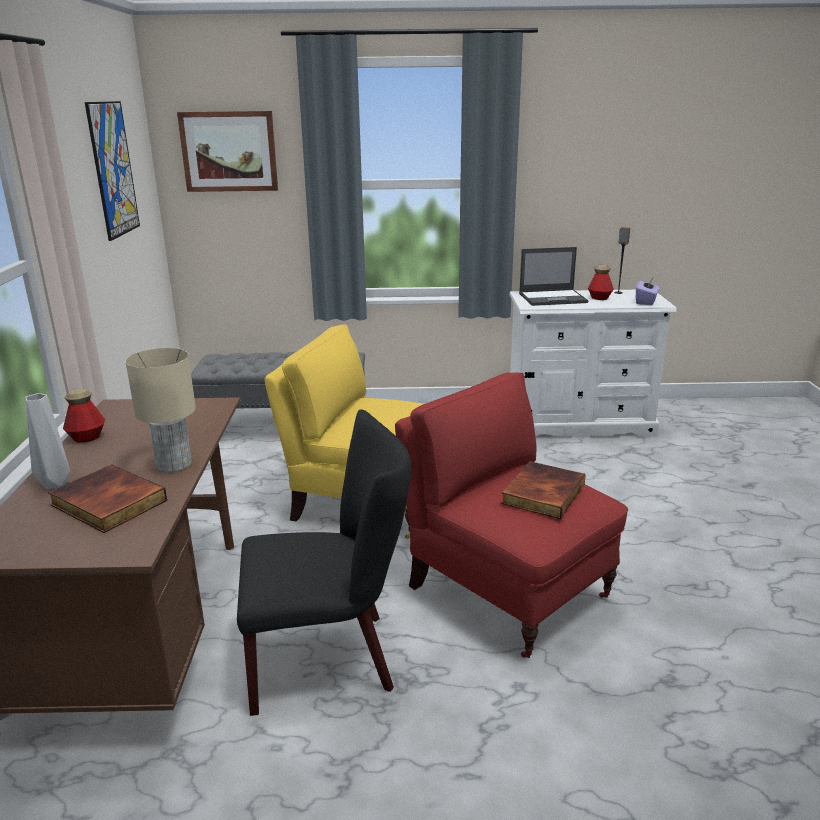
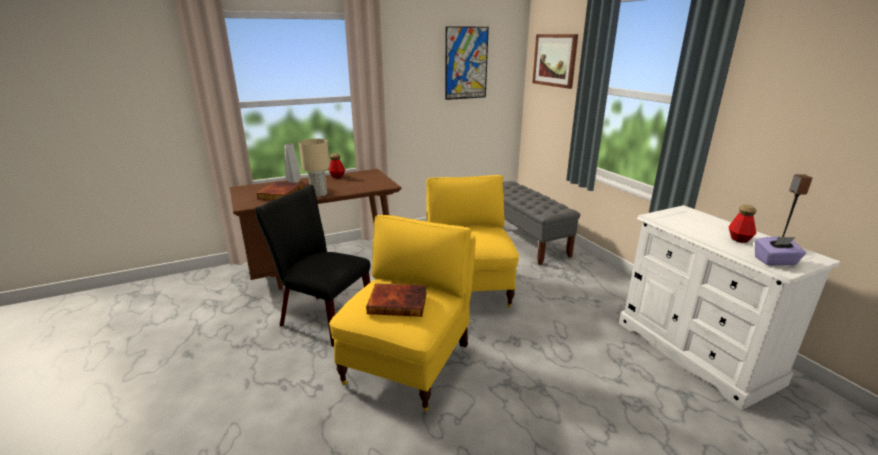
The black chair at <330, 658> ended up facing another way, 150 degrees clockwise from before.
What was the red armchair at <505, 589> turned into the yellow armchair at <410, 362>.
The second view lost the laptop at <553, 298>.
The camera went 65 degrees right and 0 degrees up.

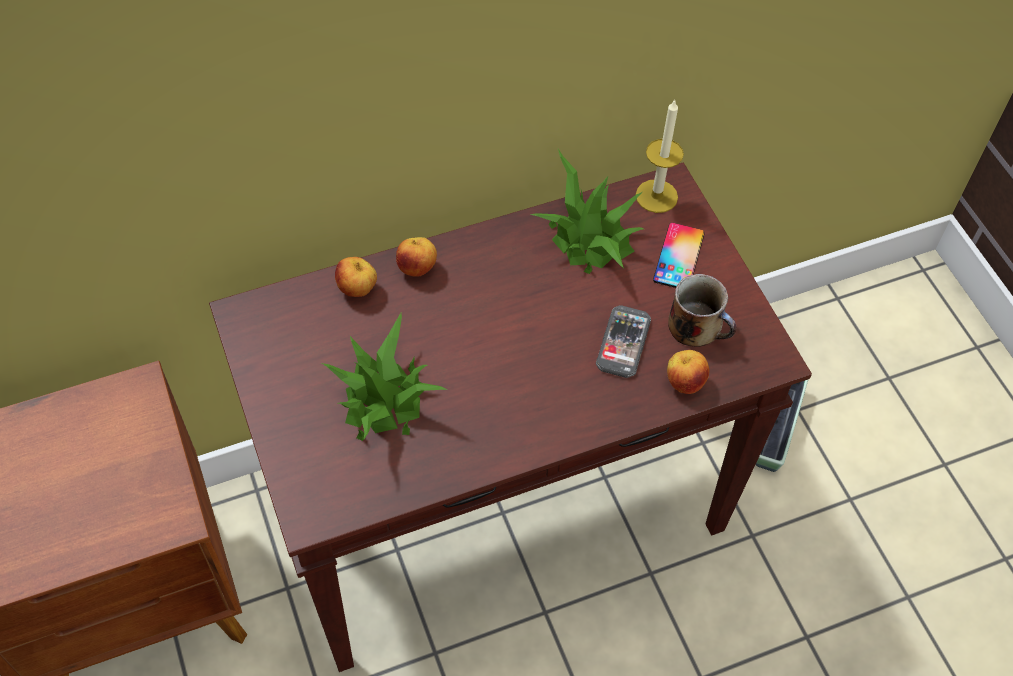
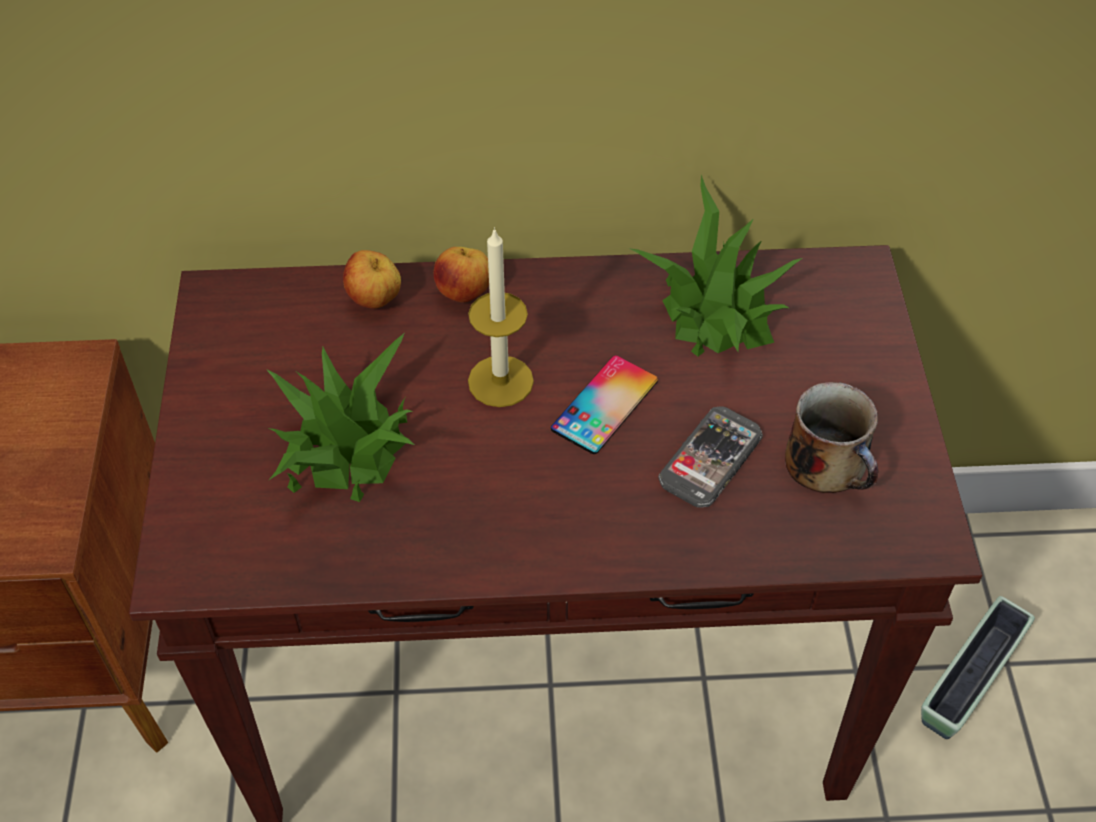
The candle ended up elsewhere, having gone from <656, 196> to <500, 381>.
The phone ended up elsewhere, having gone from <678, 256> to <605, 405>.
The second view lost the apple at <684, 382>.
The camera went 20 degrees right and 5 degrees down.

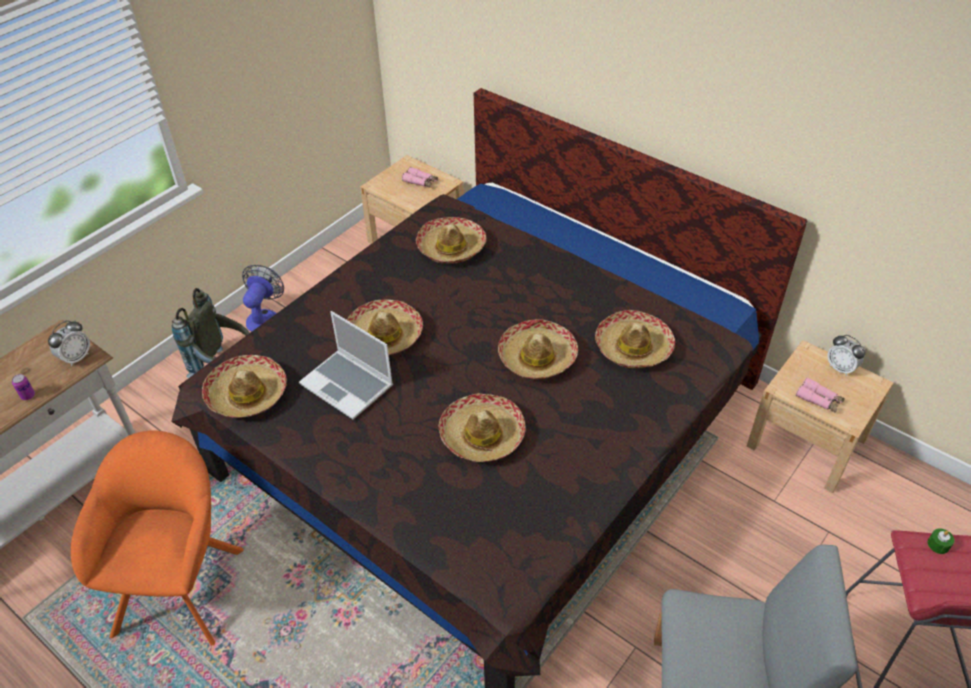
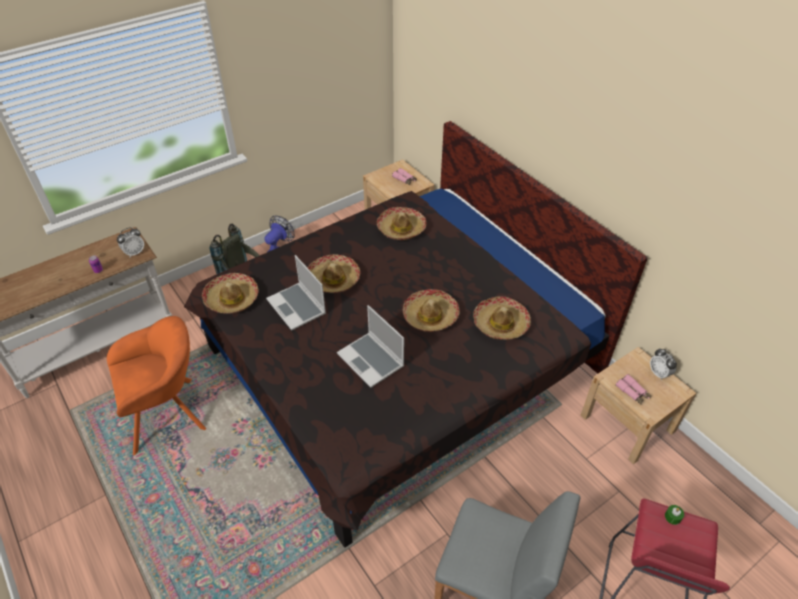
The orange armchair at <182, 584> ended up facing another way, 45 degrees clockwise from before.
Where the hat stood at <482, 435>, the laptop came to stand at <372, 360>.
The camera went 15 degrees right and 0 degrees up.

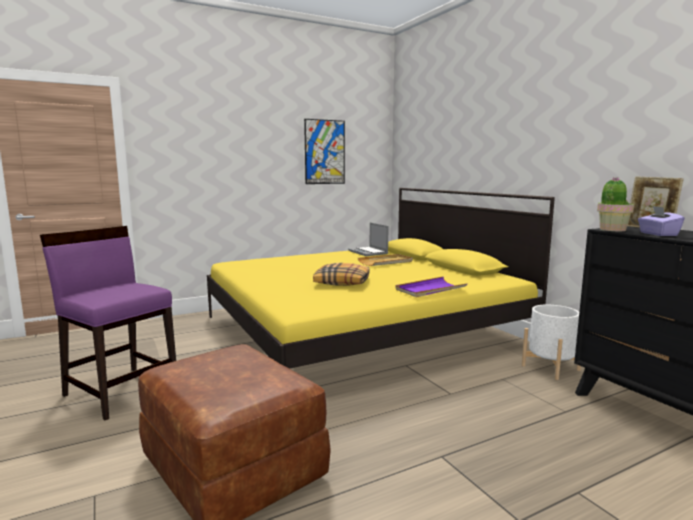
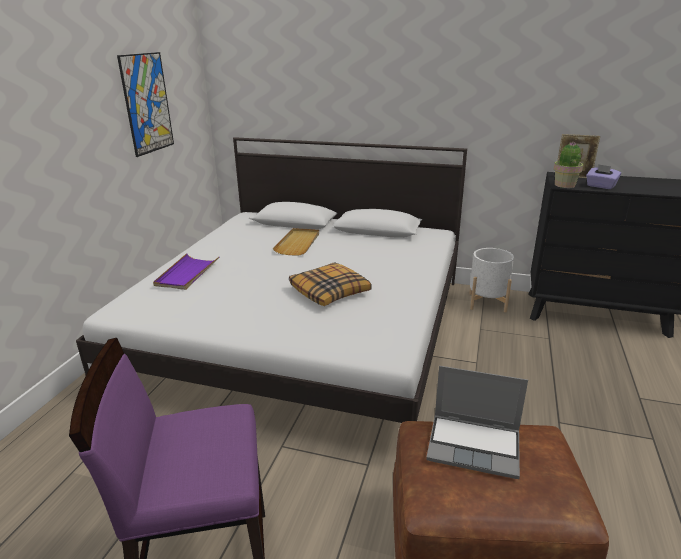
What was the yellow bed at <361, 331> turned into the white bed at <304, 330>.
The laptop ended up elsewhere, having gone from <368, 252> to <475, 446>.
The purple tray ended up elsewhere, having gone from <430, 289> to <187, 274>.
The camera went 45 degrees left and 15 degrees up.

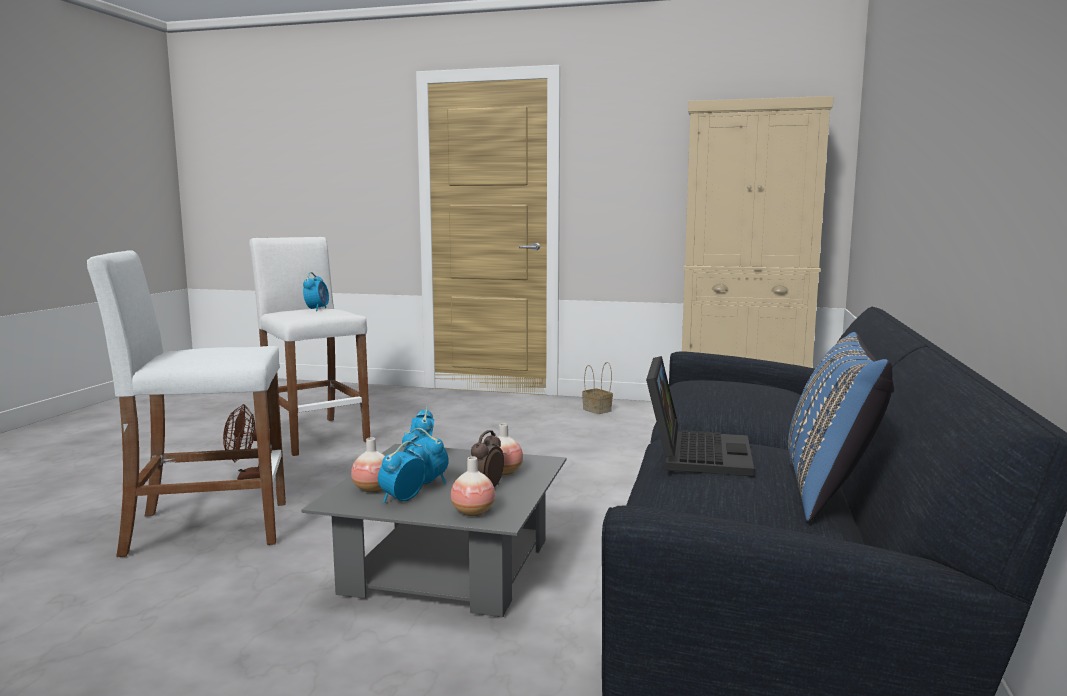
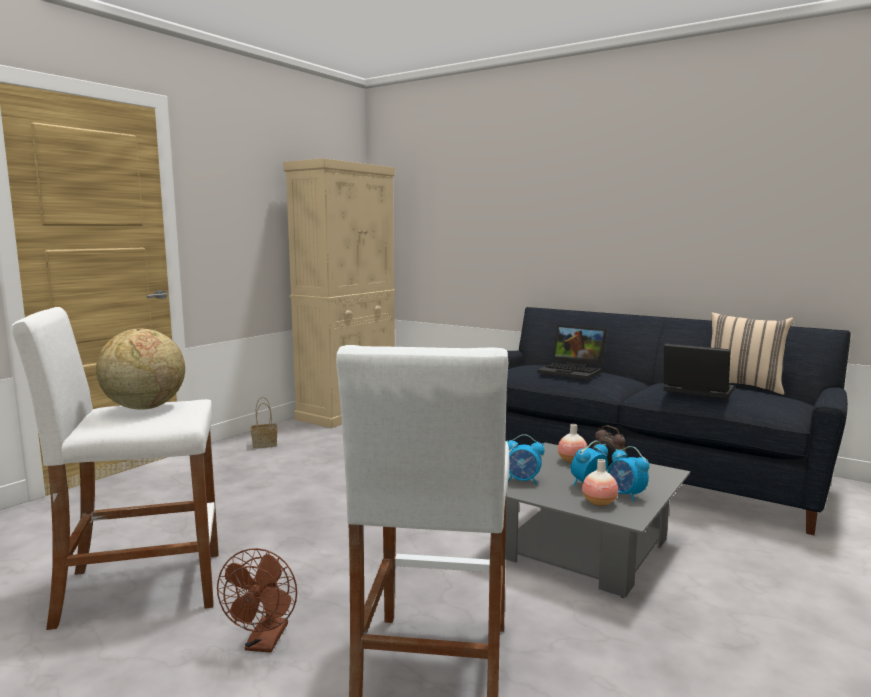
Where the alarm clock stood at <317, 309>, the globe came to stand at <144, 408>.
The second view lost the vase at <473, 512>.
What was the blue pillow at <831, 493> turned into the beige pillow at <743, 386>.
The second view gained the laptop at <573, 371>.
The camera went 70 degrees left and 0 degrees up.

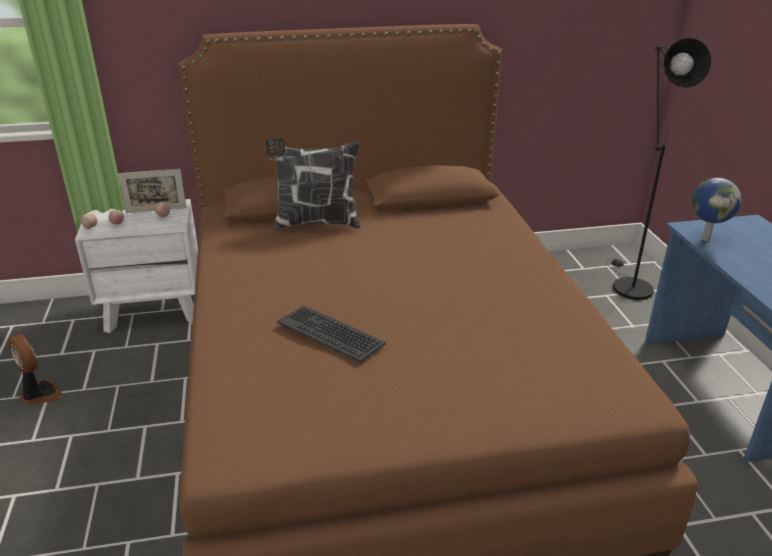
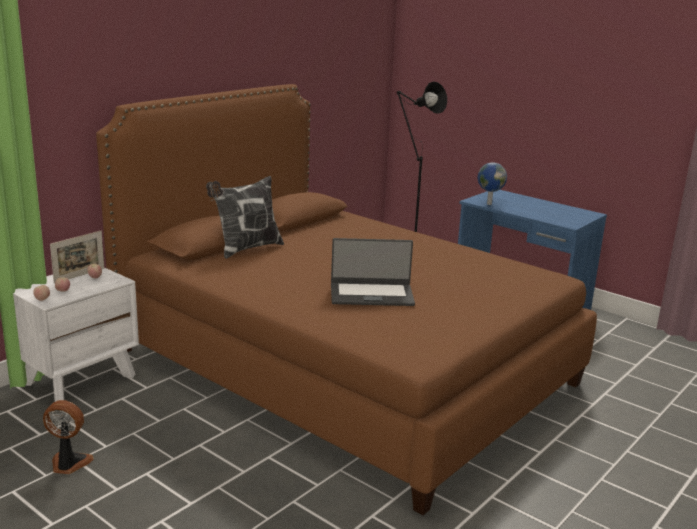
Where the keyboard stood at <331, 333>, the laptop came to stand at <371, 294>.
The camera went 40 degrees left and 10 degrees down.

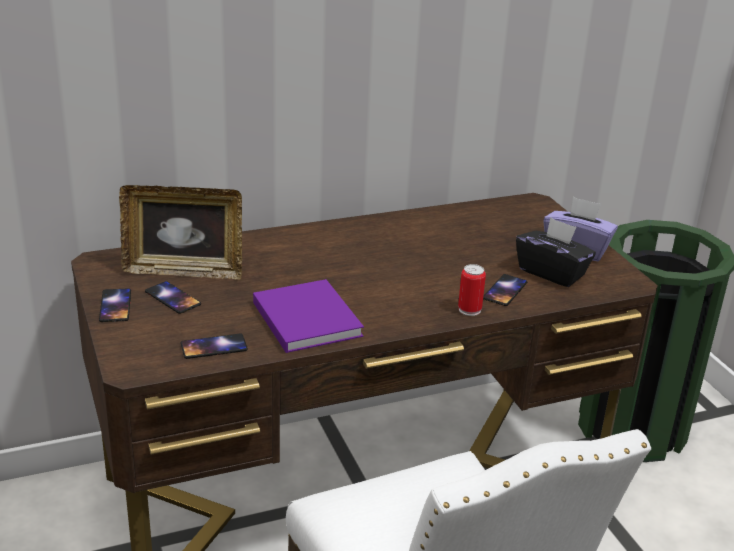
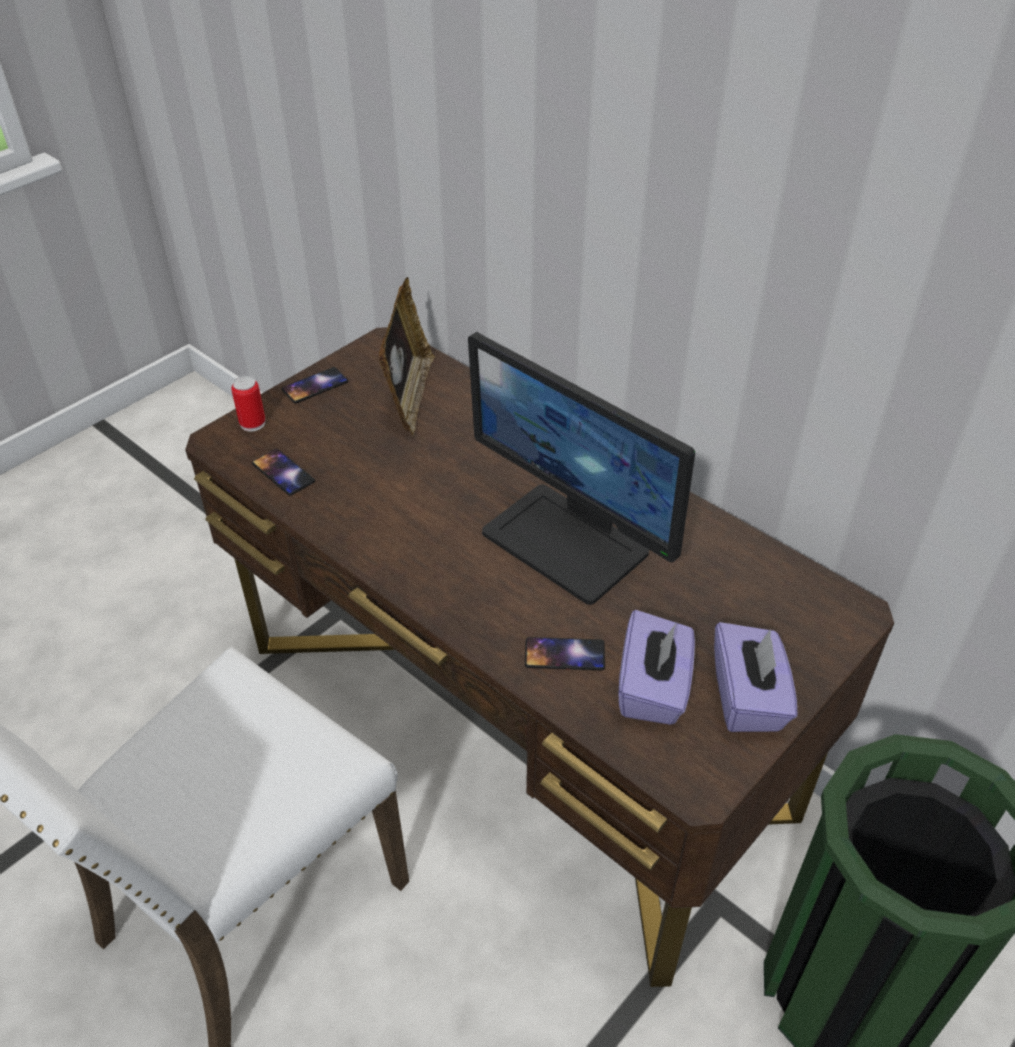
The picture frame at <184, 271> ended up facing another way, 150 degrees counterclockwise from before.
The second view lost the phone at <173, 298>.
The second view lost the purple book at <305, 317>.
The can ended up elsewhere, having gone from <469, 309> to <252, 423>.
What was the black tissue box at <552, 272> turned into the purple tissue box at <653, 689>.
The second view gained the monitor at <568, 542>.
The camera went 65 degrees right and 15 degrees up.

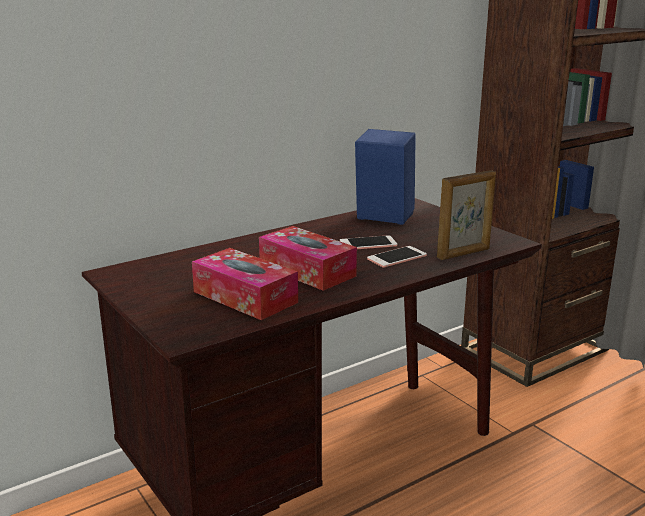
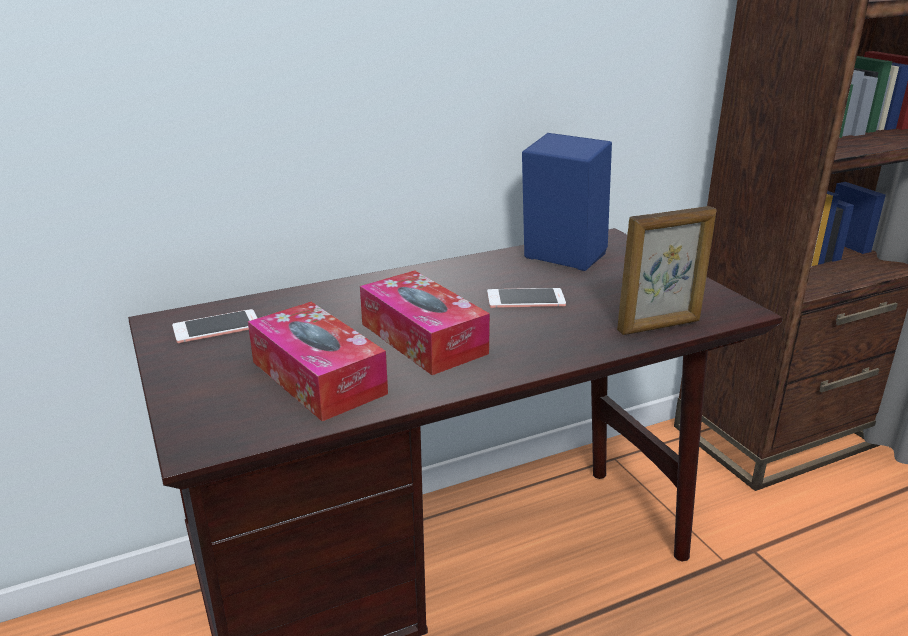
The phone ended up elsewhere, having gone from <397, 257> to <216, 327>.
The camera went 10 degrees right and 5 degrees up.

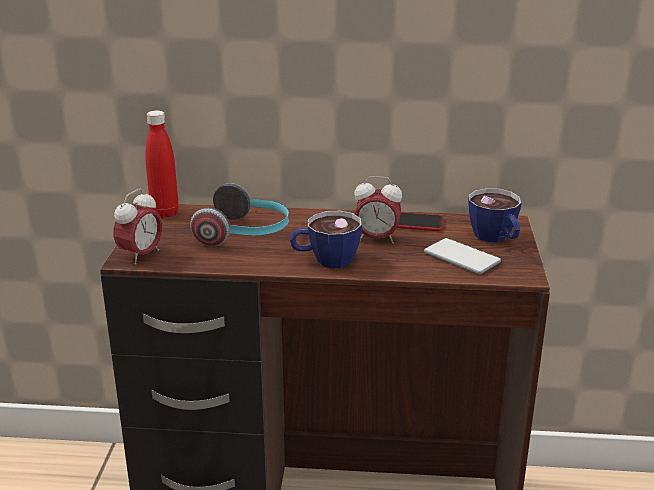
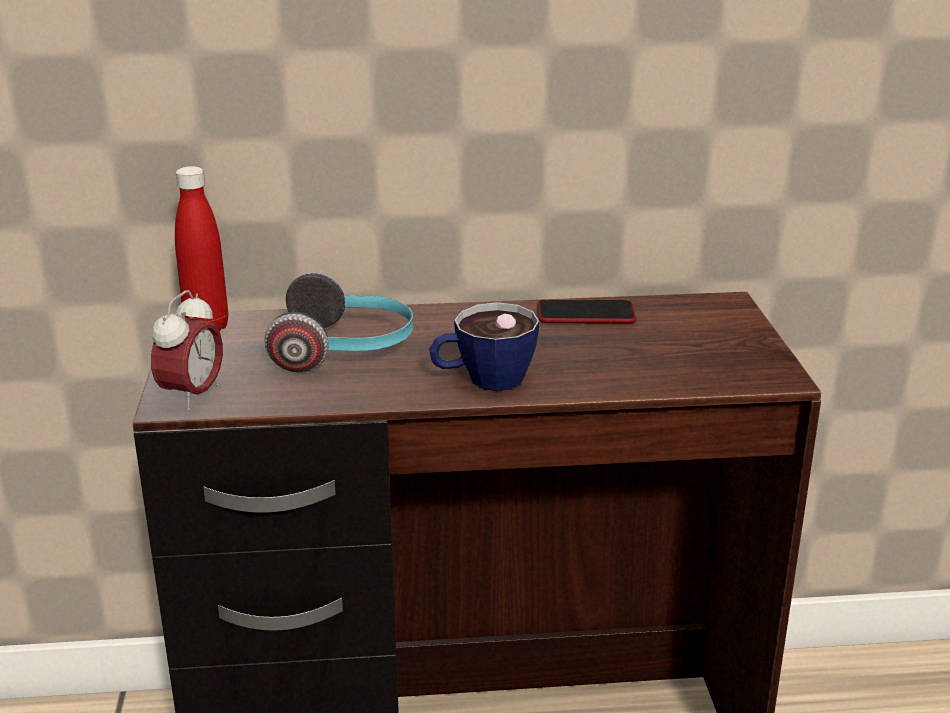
The second view lost the alarm clock at <376, 239>.
The second view lost the phone at <461, 257>.
The second view lost the cup at <496, 238>.
The camera went 10 degrees left and 0 degrees up.

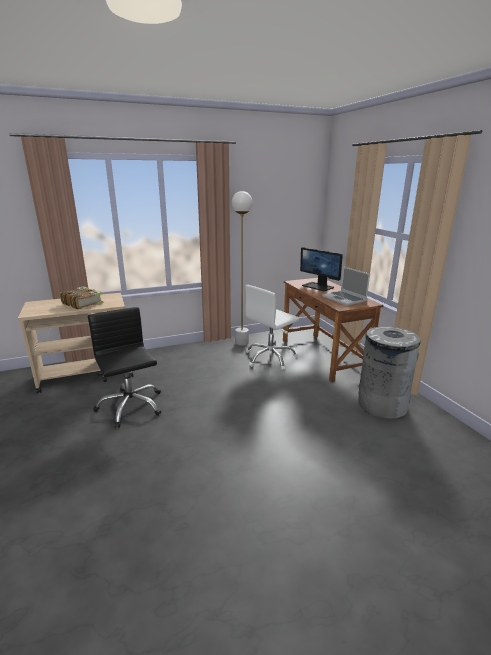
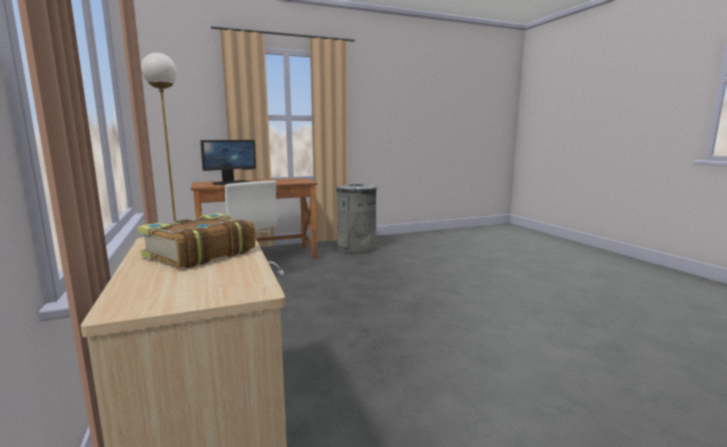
The second view lost the black office chair at <130, 406>.
The second view lost the laptop at <345, 299>.
The camera went 90 degrees left and 10 degrees down.

